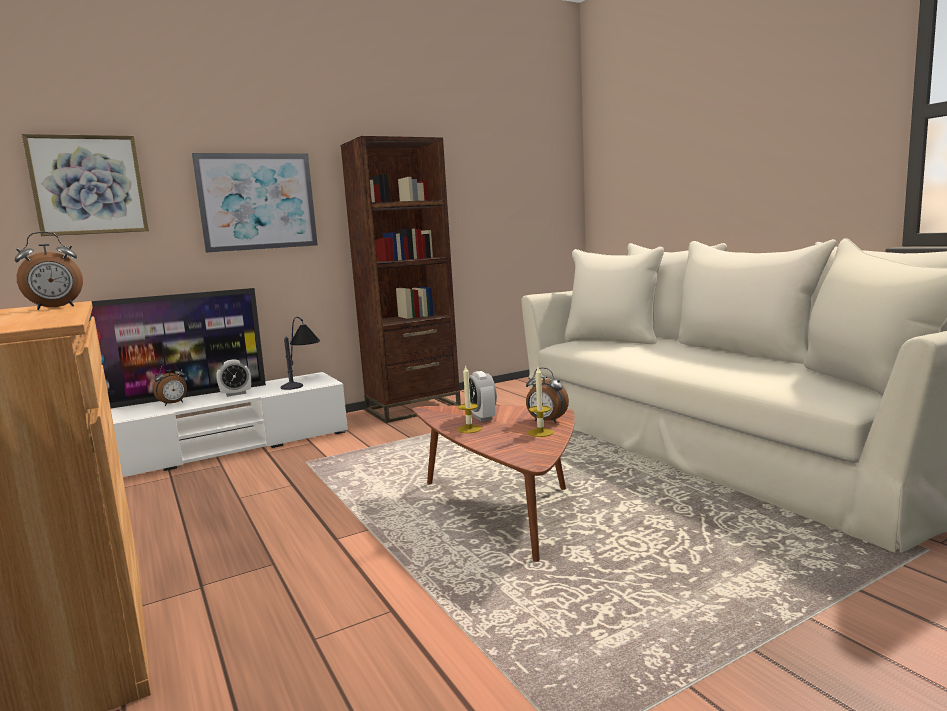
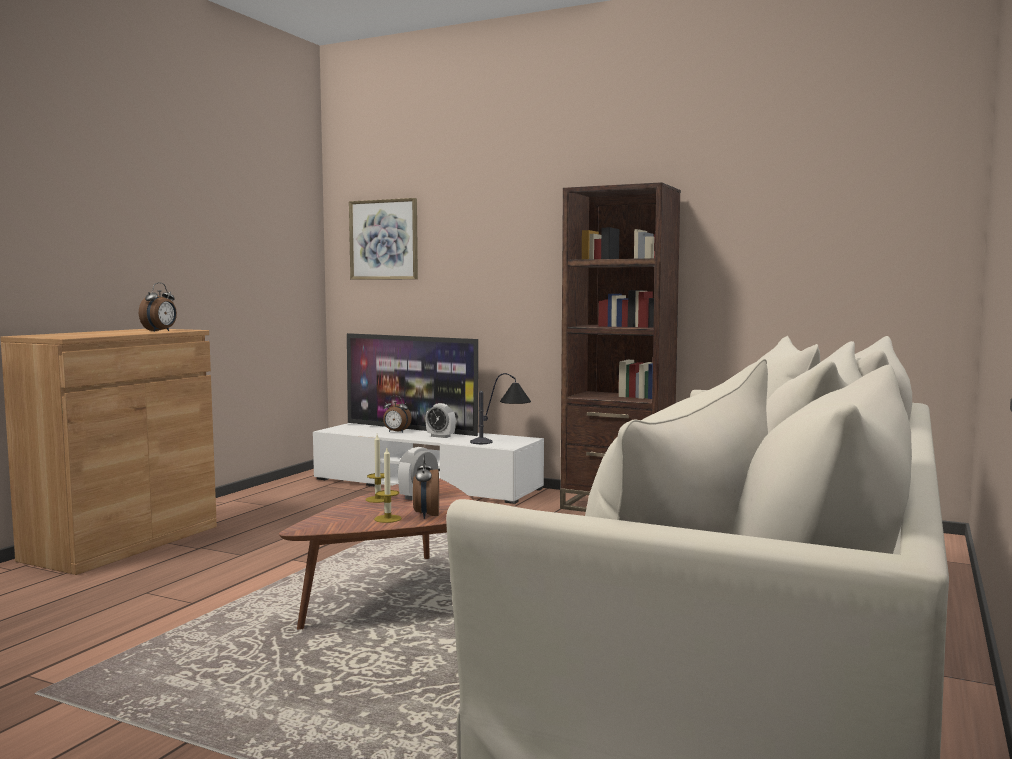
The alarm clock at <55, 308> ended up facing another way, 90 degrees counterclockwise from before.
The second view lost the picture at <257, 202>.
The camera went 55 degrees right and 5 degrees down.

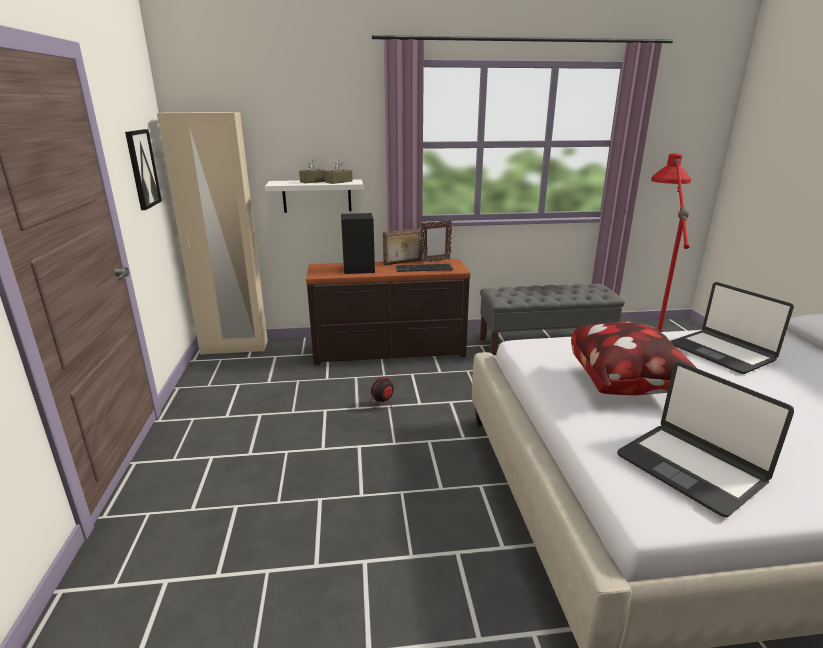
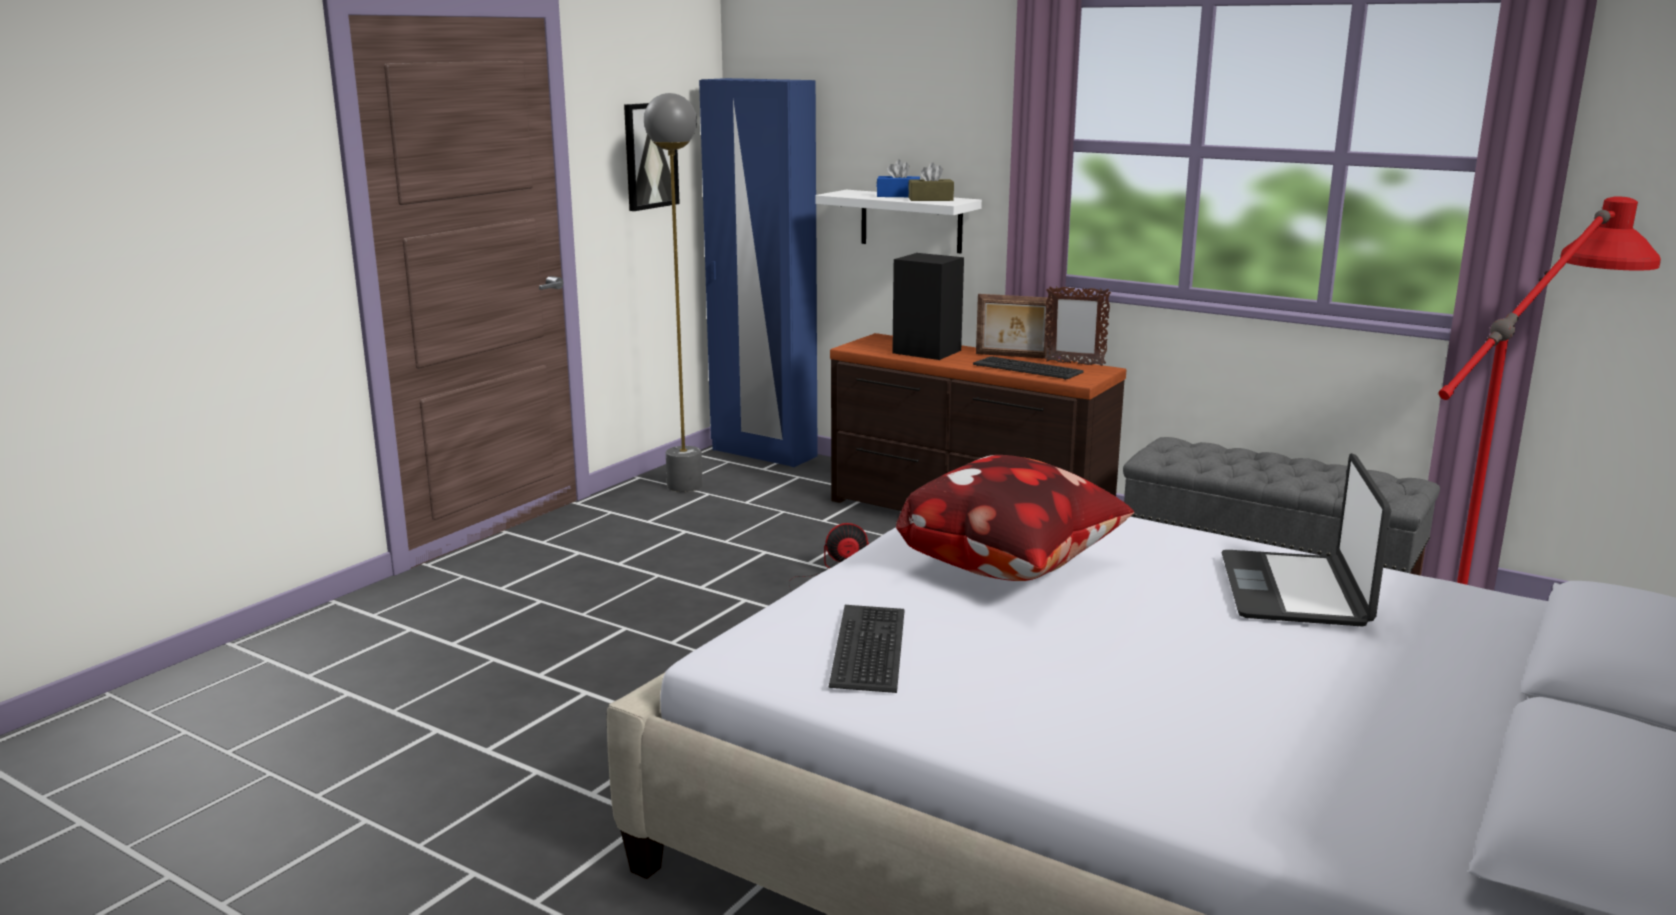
What was the beige wardrobe at <234, 348> turned into the blue wardrobe at <763, 453>.
What was the brown tissue box at <314, 181> turned into the blue tissue box at <898, 196>.
Where the laptop stood at <690, 468>, the keyboard came to stand at <870, 648>.
The second view gained the grey floor lamp at <685, 486>.
The camera went 40 degrees right and 5 degrees down.

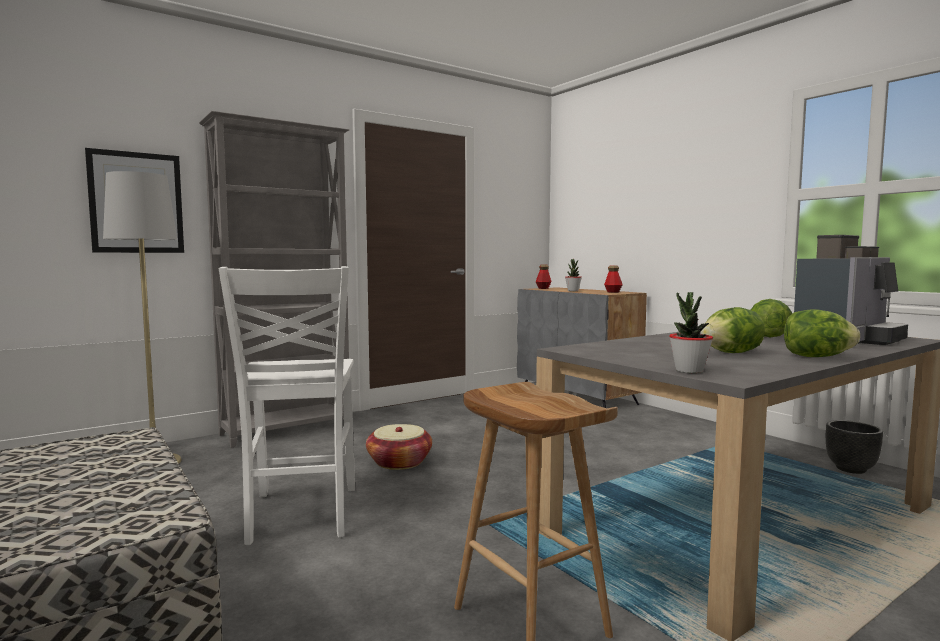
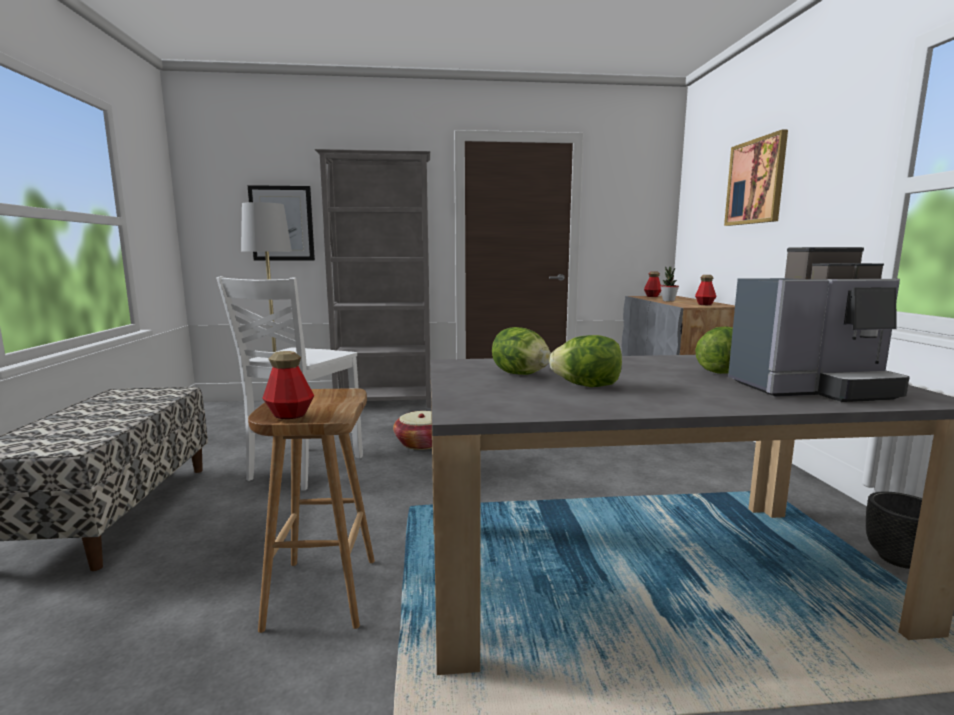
The second view lost the potted plant at <689, 371>.
The lettuce ended up elsewhere, having gone from <816, 357> to <520, 374>.
The second view gained the bottle at <289, 415>.
The second view gained the picture at <756, 182>.
The camera went 30 degrees right and 5 degrees up.

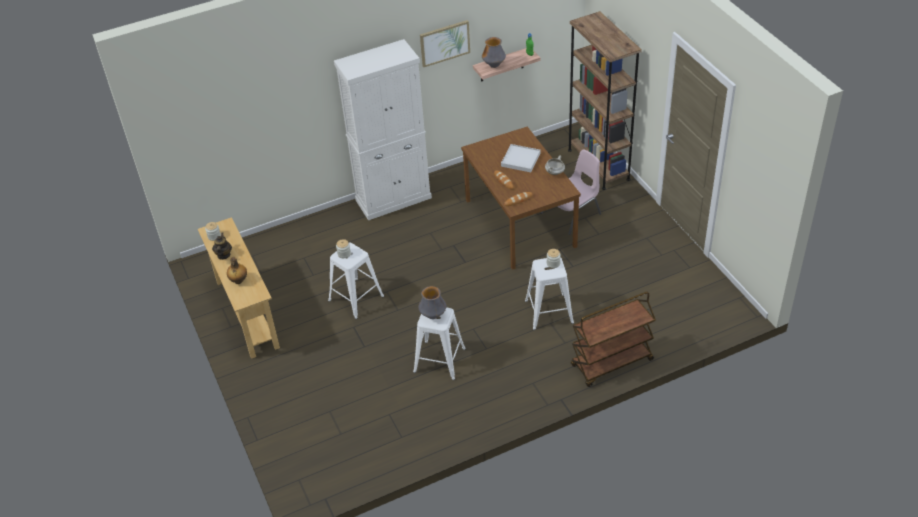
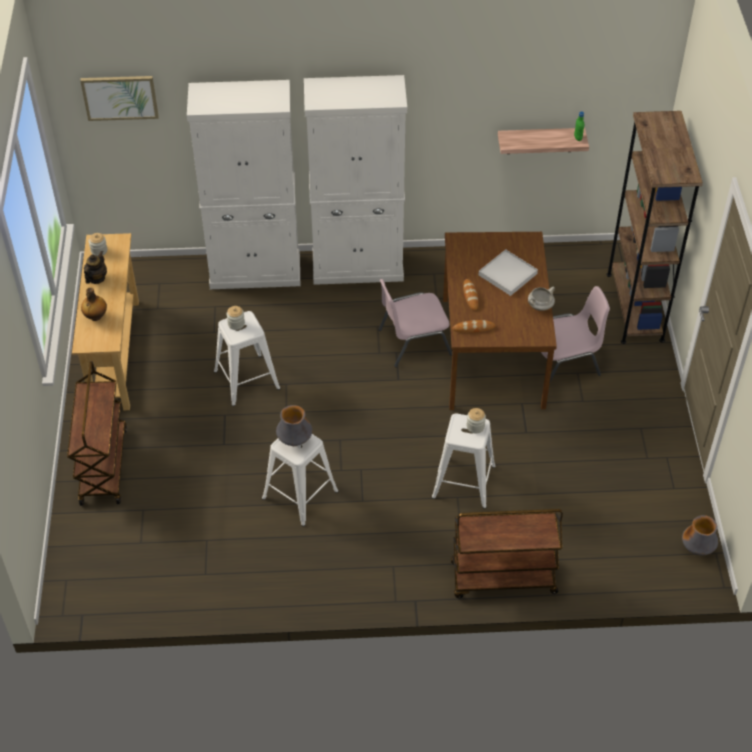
The picture ended up elsewhere, having gone from <444, 43> to <120, 97>.
The vase ended up elsewhere, having gone from <494, 65> to <697, 549>.
The second view gained the brown cart at <103, 465>.
The second view gained the white cabinet at <255, 271>.
The second view gained the pink chair at <413, 341>.
The camera went 20 degrees right and 5 degrees up.

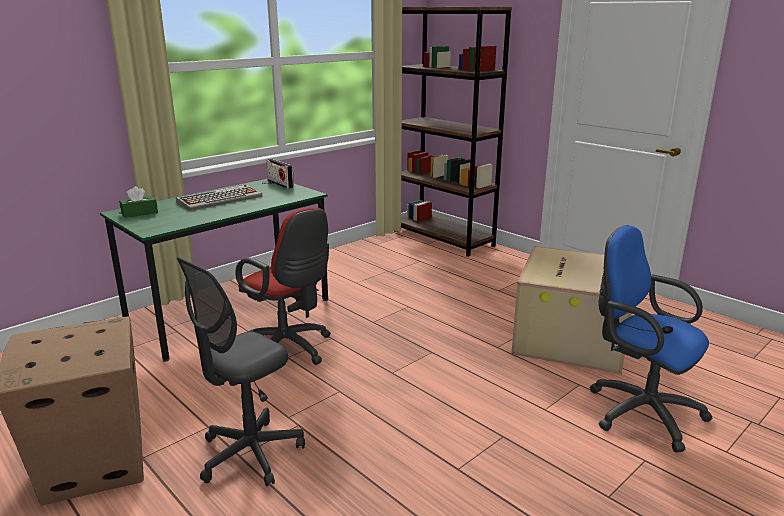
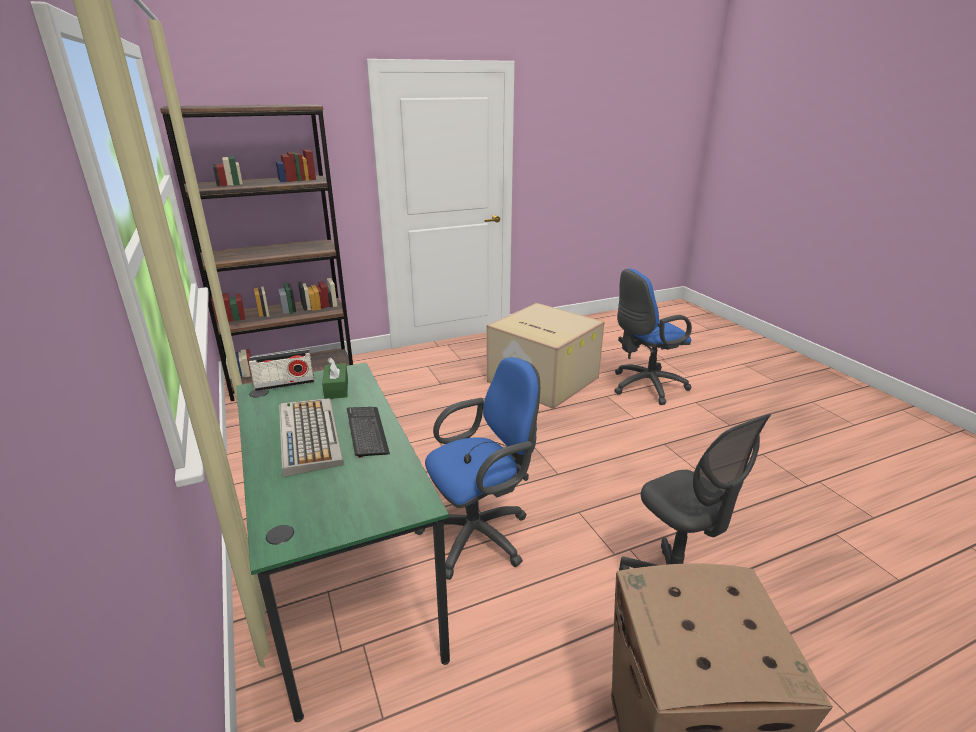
The green tissue box ended up elsewhere, having gone from <139, 213> to <336, 388>.
What was the red office chair at <288, 350> turned into the blue office chair at <480, 534>.
The second view gained the keyboard at <367, 432>.
The camera went 70 degrees left and 5 degrees up.

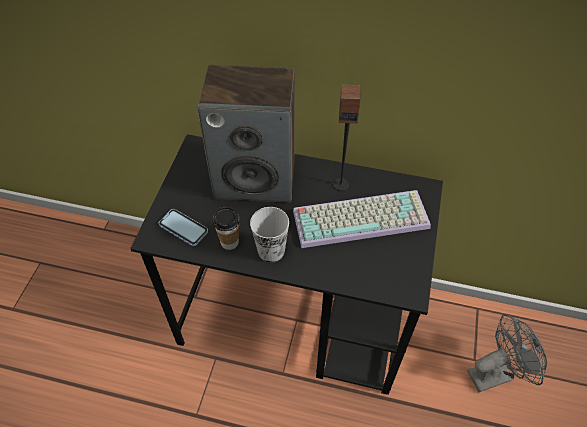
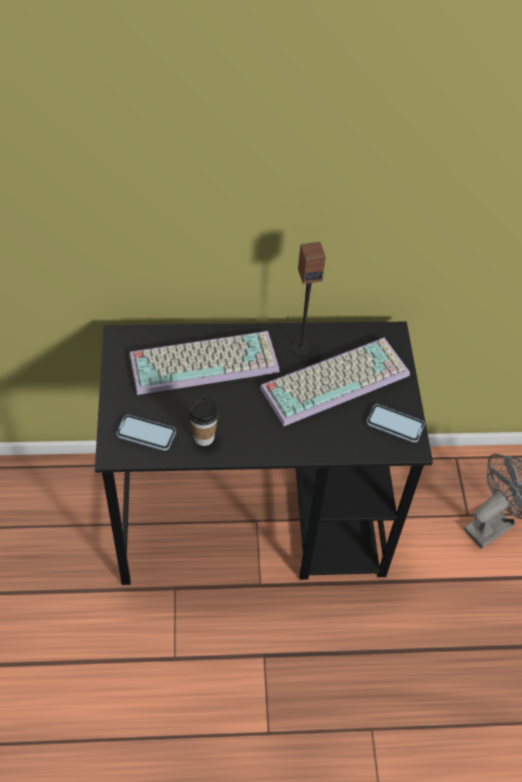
Where the speaker stood at <256, 179>, the keyboard came to stand at <205, 361>.
The second view lost the cup at <271, 251>.
The second view gained the phone at <395, 424>.
The camera went 20 degrees left and 0 degrees up.

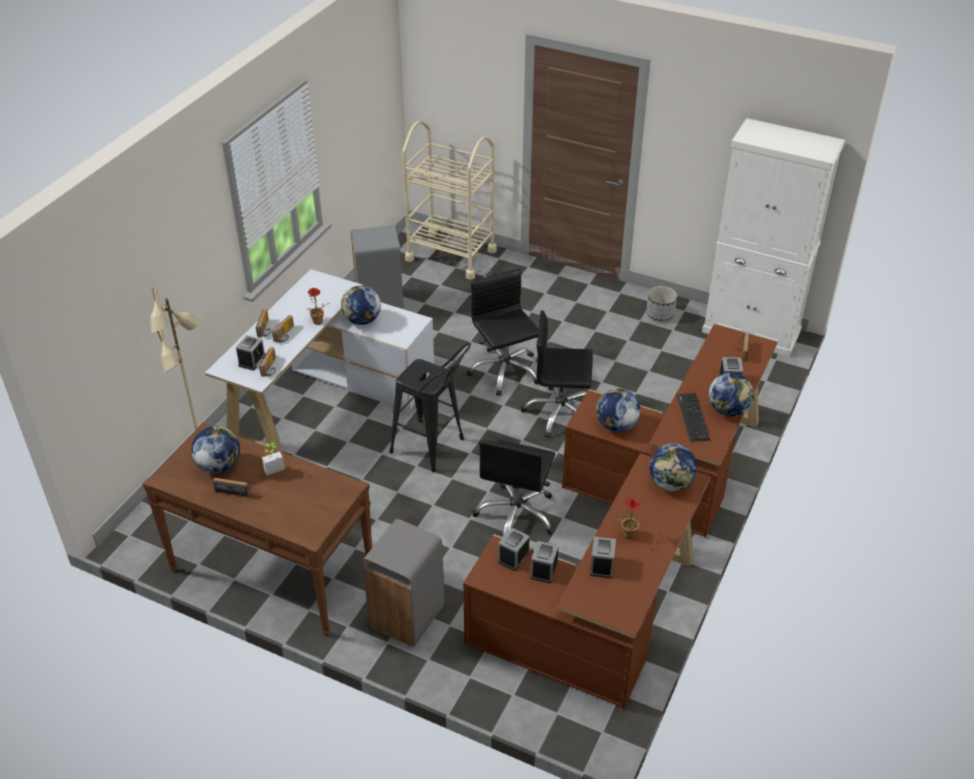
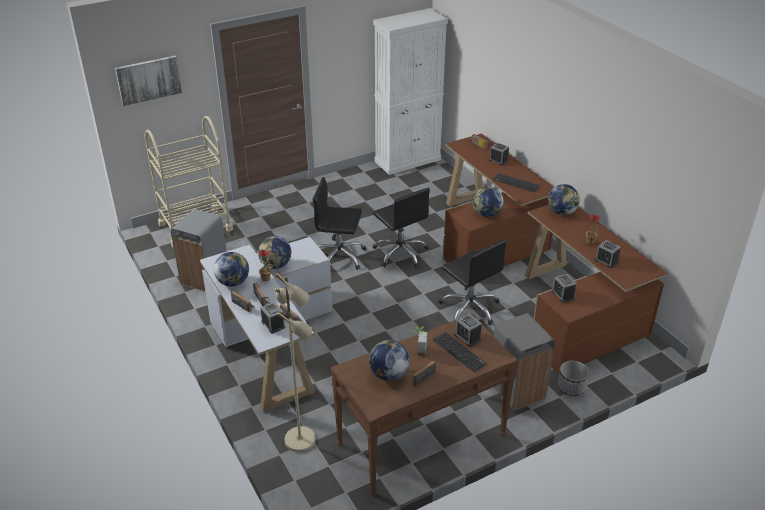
The second view lost the black stool at <433, 449>.
The black office chair at <560, 413> ended up facing another way, 75 degrees counterclockwise from before.
The alarm clock ended up elsewhere, having gone from <544, 569> to <467, 337>.
The planter ended up elsewhere, having gone from <660, 314> to <571, 387>.
The globe ended up elsewhere, having gone from <728, 410> to <233, 282>.
The second view gained the picture at <148, 79>.
The second view gained the keyboard at <459, 352>.
The camera went 55 degrees left and 5 degrees down.

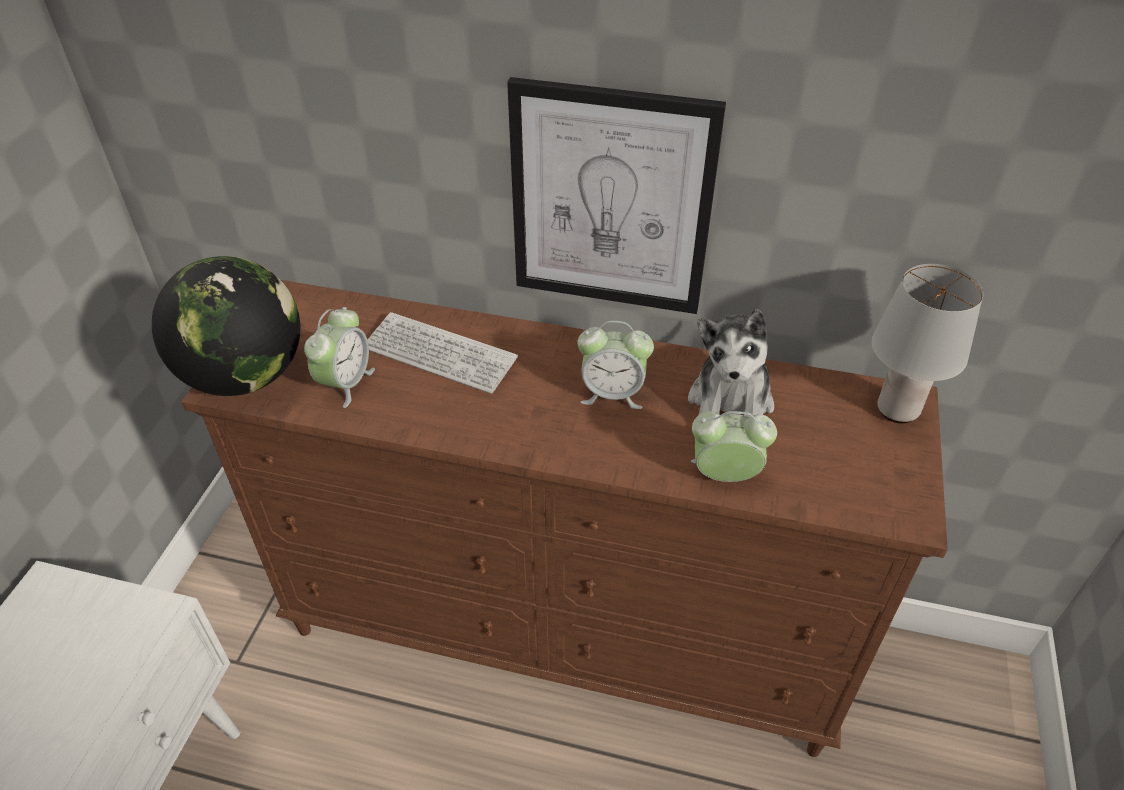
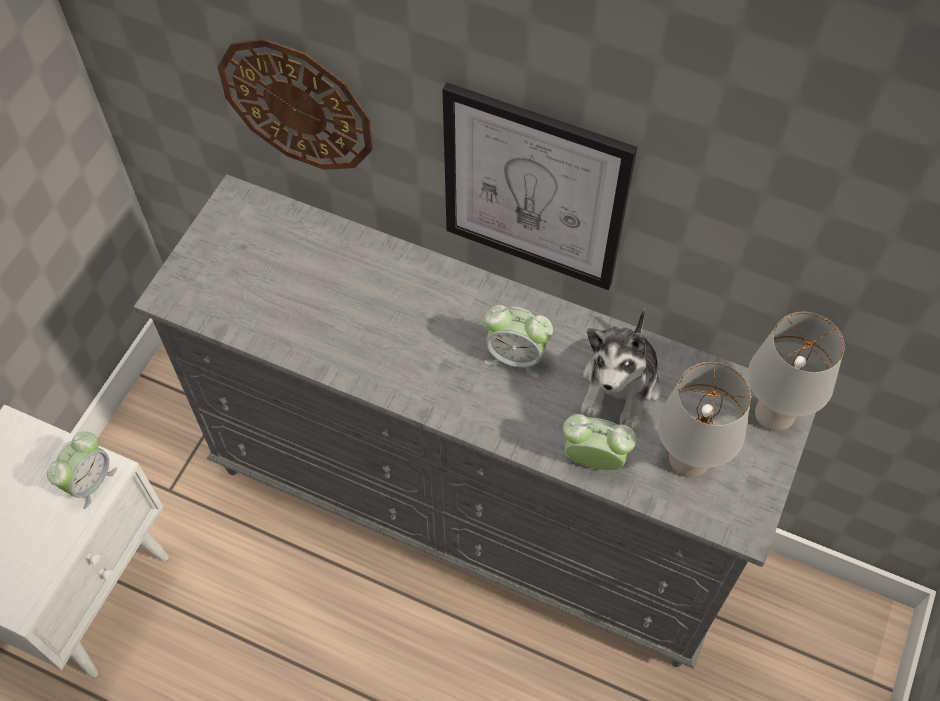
The second view lost the globe at <245, 376>.
What was the brown dresser at <564, 632> turned into the grey dresser at <472, 511>.
The alarm clock ended up elsewhere, having gone from <345, 383> to <90, 482>.
The second view lost the keyboard at <439, 354>.
The second view gained the wall clock at <297, 104>.
The second view gained the grey table lamp at <689, 462>.
The camera went 10 degrees right and 15 degrees up.

